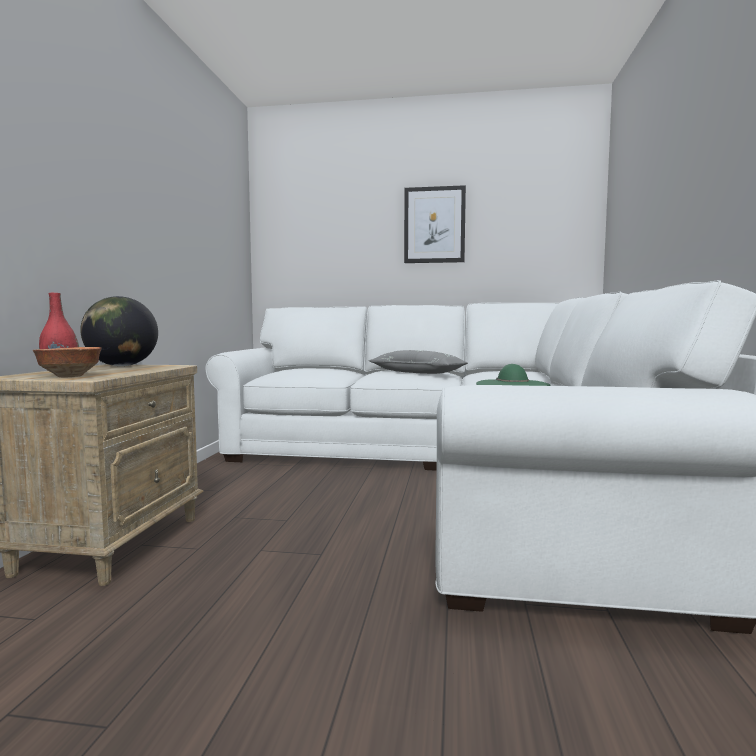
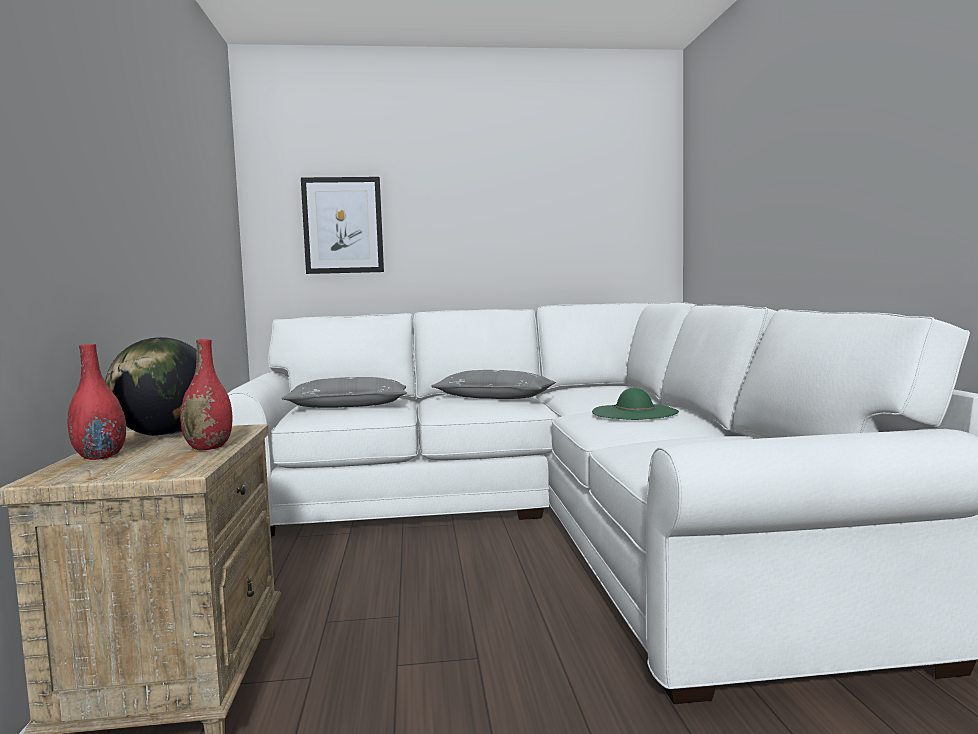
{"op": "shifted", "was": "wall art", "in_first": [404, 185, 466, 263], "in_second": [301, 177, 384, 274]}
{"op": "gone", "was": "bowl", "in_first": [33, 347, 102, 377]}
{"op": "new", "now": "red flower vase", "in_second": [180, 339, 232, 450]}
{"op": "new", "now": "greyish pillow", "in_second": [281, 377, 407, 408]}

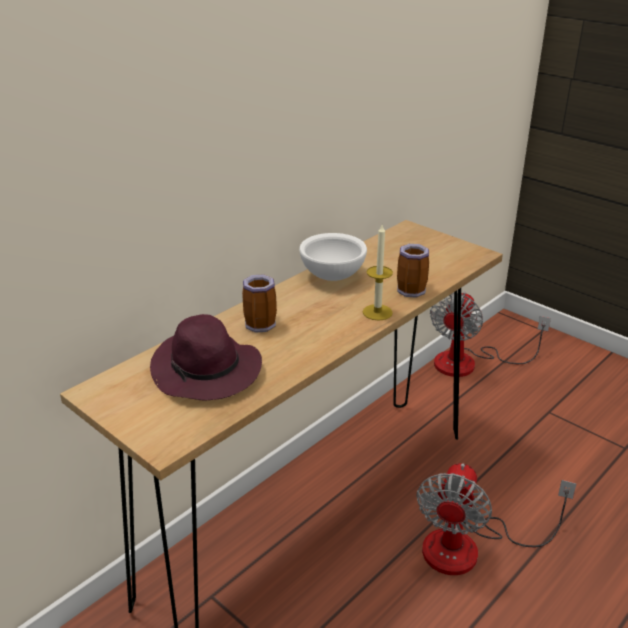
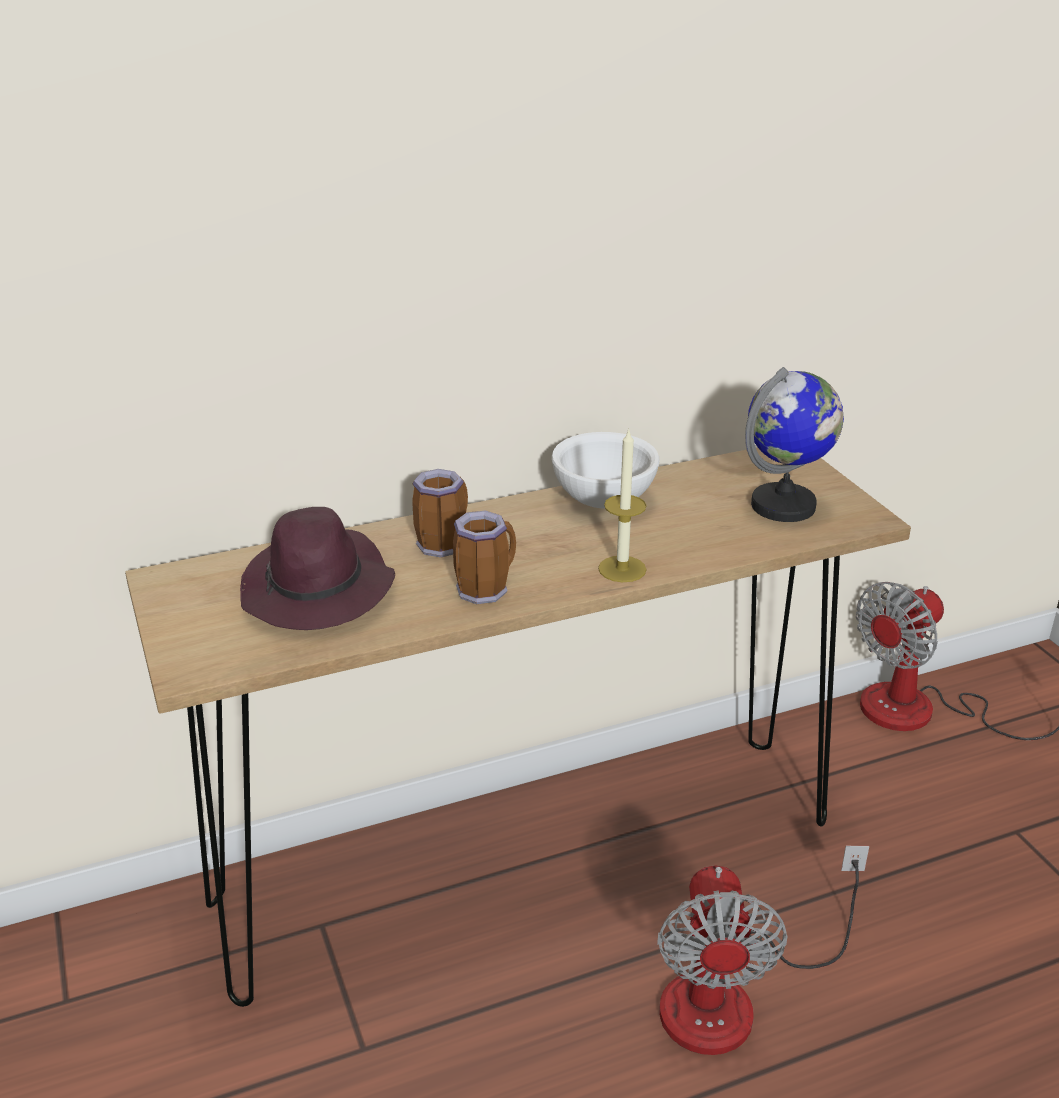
{"op": "shifted", "was": "coffee mug", "in_first": [397, 244, 429, 298], "in_second": [453, 511, 516, 604]}
{"op": "rotated", "was": "electric fan", "in_first": [416, 463, 577, 575], "in_second": [657, 846, 869, 1055], "clockwise": -45}
{"op": "new", "now": "world globe", "in_second": [745, 367, 844, 522]}

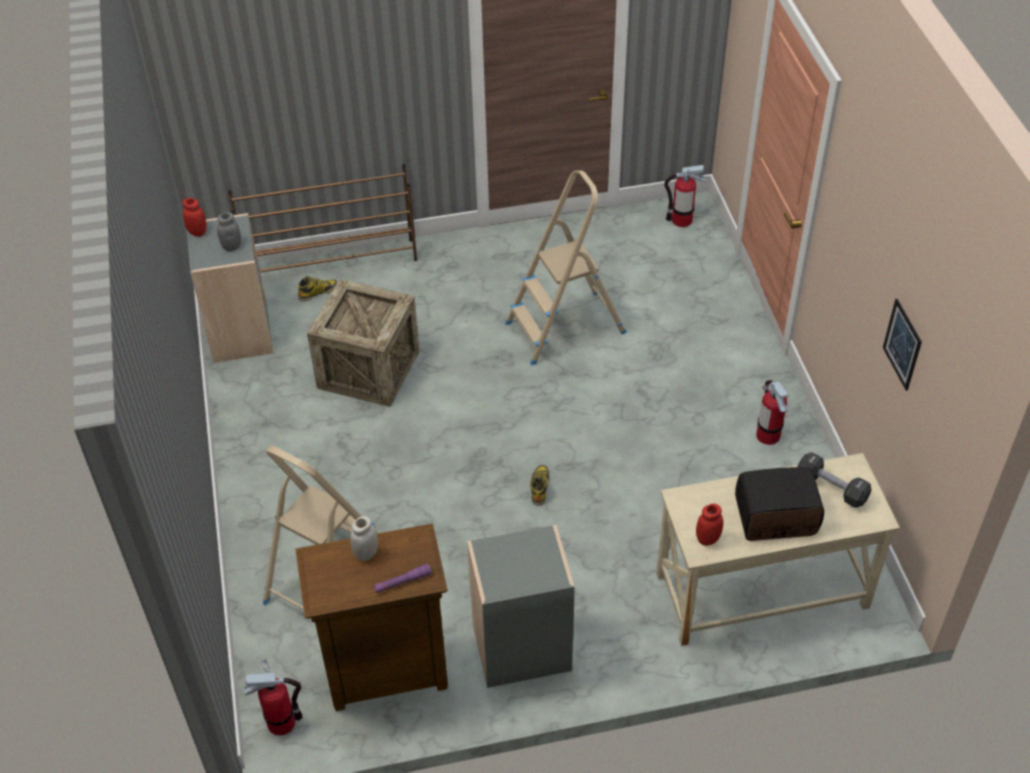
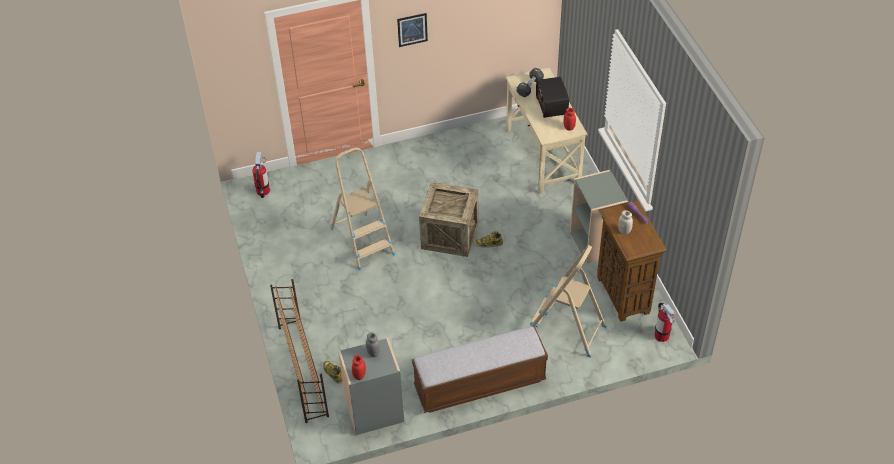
{"op": "shifted", "was": "crate", "in_first": [307, 279, 420, 407], "in_second": [419, 182, 478, 257]}
{"op": "shifted", "was": "wall art", "in_first": [883, 299, 922, 391], "in_second": [397, 13, 428, 47]}
{"op": "gone", "was": "fire extinguisher", "in_first": [756, 380, 789, 445]}
{"op": "new", "now": "long seat", "in_second": [412, 326, 548, 413]}

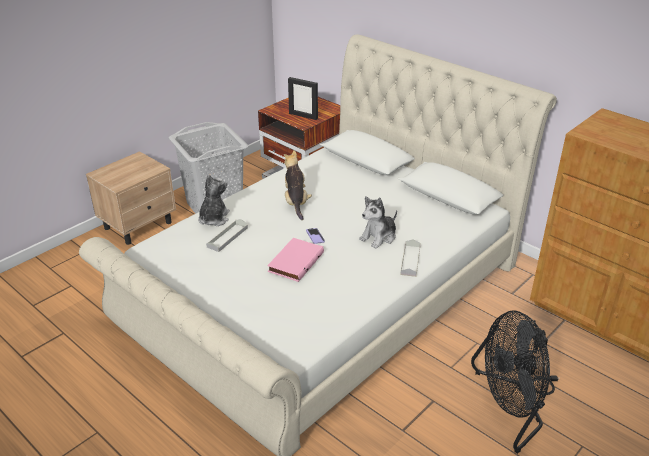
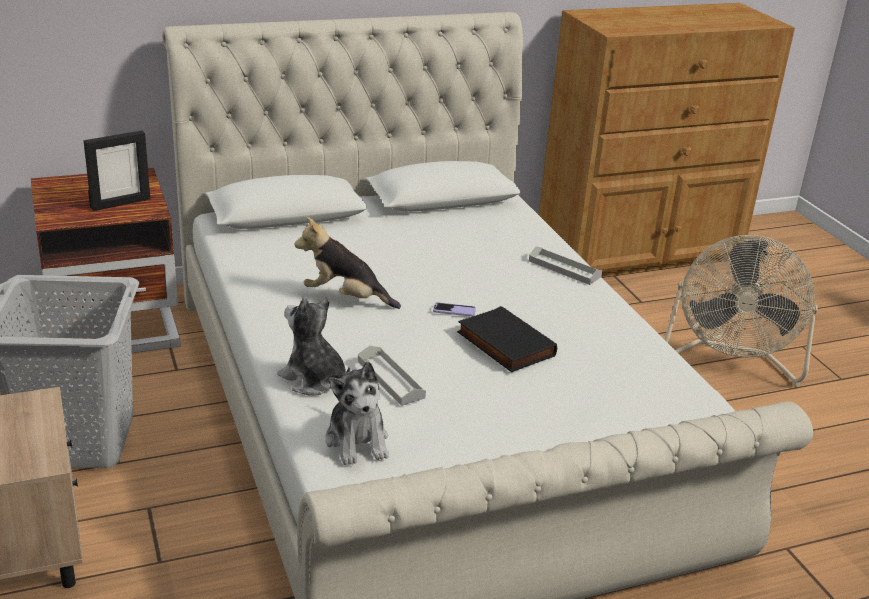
{"op": "shifted", "was": "soft toy", "in_first": [359, 196, 397, 249], "in_second": [325, 361, 389, 465]}
{"op": "repainted", "was": "pink-coloured bound book", "now": "blackish bound book", "in_first": [267, 238, 324, 282], "in_second": [457, 306, 557, 372]}
{"op": "repainted", "was": "blackish electric fan", "now": "sand-coloured electric fan", "in_first": [471, 310, 560, 454], "in_second": [664, 235, 818, 387]}

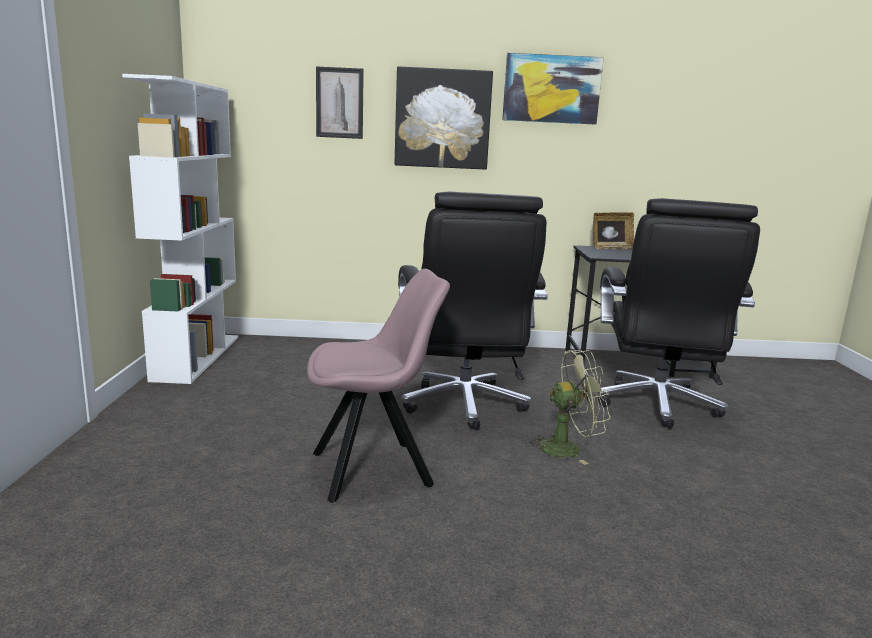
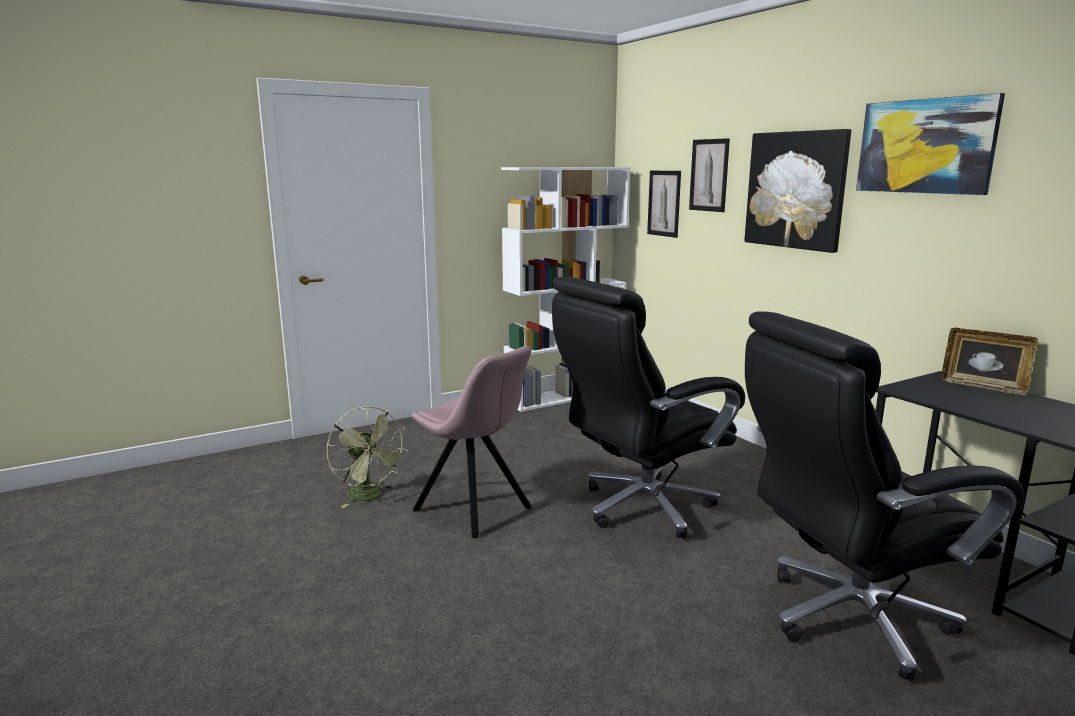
{"op": "shifted", "was": "green electric fan", "in_first": [527, 350, 611, 465], "in_second": [327, 406, 408, 508]}
{"op": "new", "now": "wall art", "in_second": [647, 171, 681, 238]}

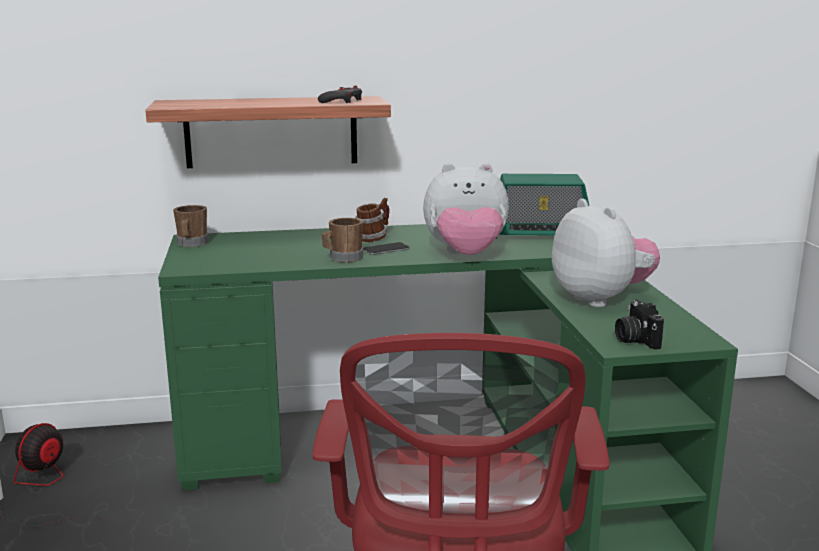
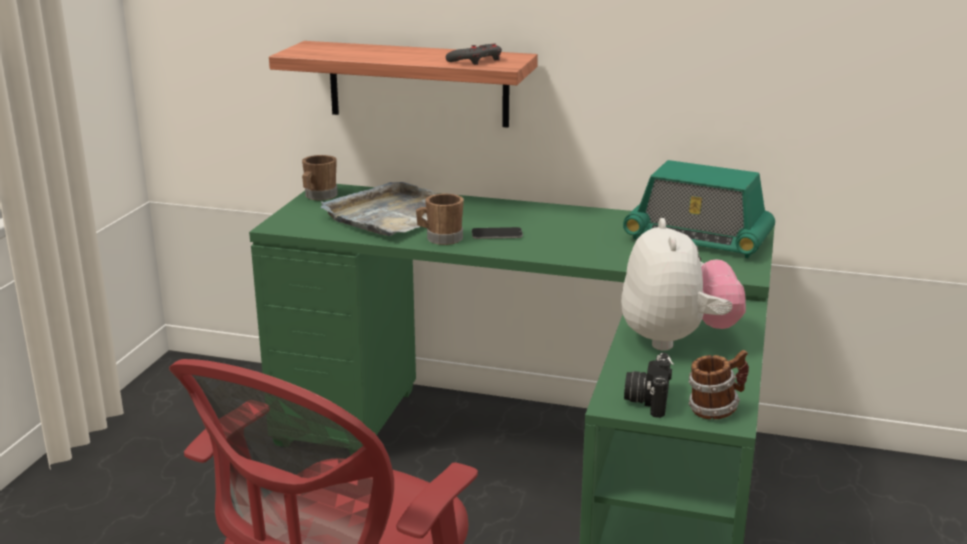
{"op": "gone", "was": "soft toy", "in_first": [423, 163, 509, 255]}
{"op": "shifted", "was": "coffee mug", "in_first": [355, 198, 389, 242], "in_second": [688, 350, 749, 419]}
{"op": "gone", "was": "electric fan", "in_first": [0, 423, 105, 527]}
{"op": "new", "now": "greyish tray", "in_second": [321, 182, 439, 236]}

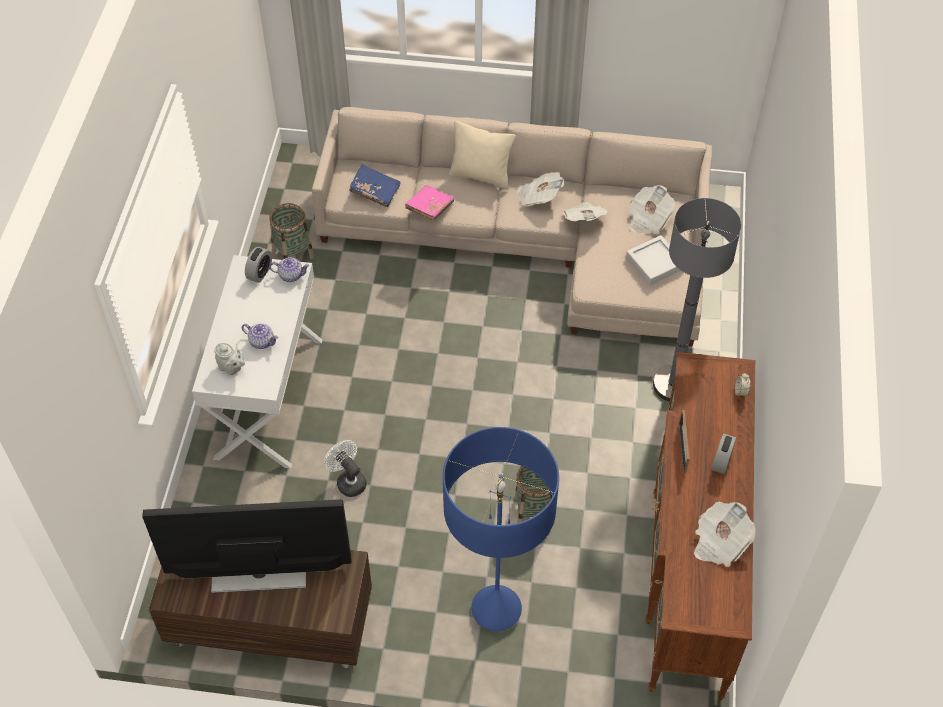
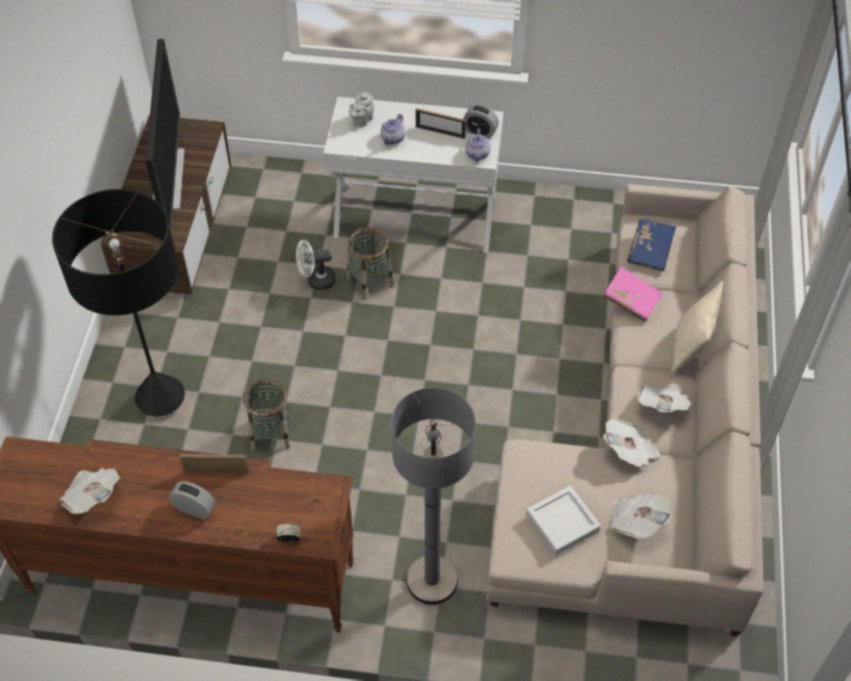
{"op": "shifted", "was": "basket", "in_first": [269, 203, 314, 259], "in_second": [347, 227, 393, 300]}
{"op": "repainted", "was": "blue standing lamp", "now": "blackish standing lamp", "in_first": [443, 427, 559, 631], "in_second": [52, 189, 185, 416]}
{"op": "rotated", "was": "white electric fan", "in_first": [324, 440, 367, 497], "in_second": [296, 240, 336, 290], "clockwise": -150}
{"op": "new", "now": "photo frame", "in_second": [416, 108, 466, 139]}

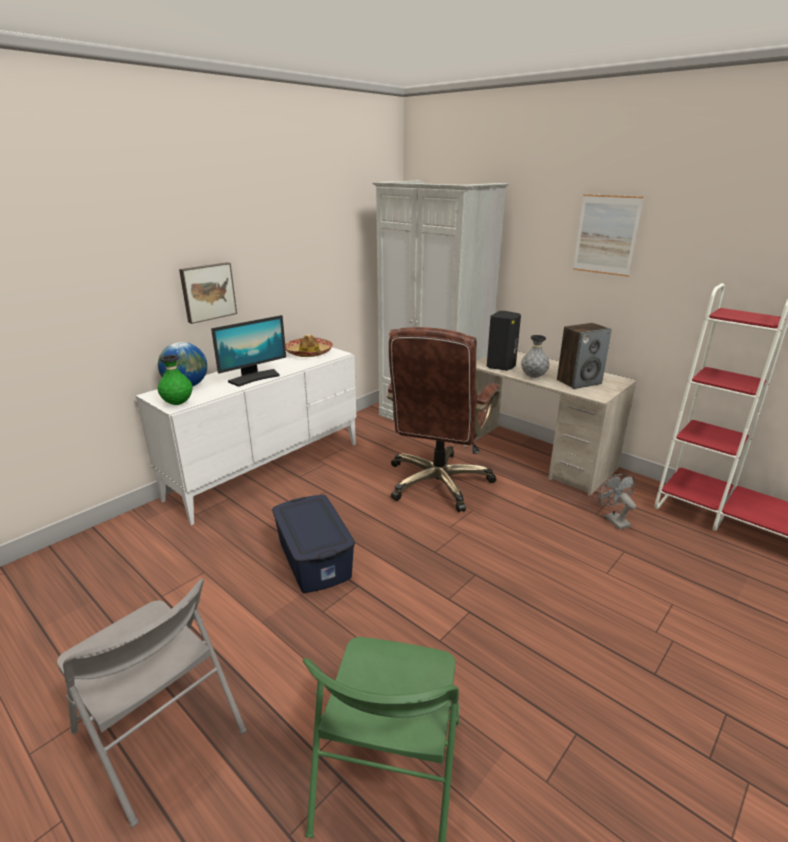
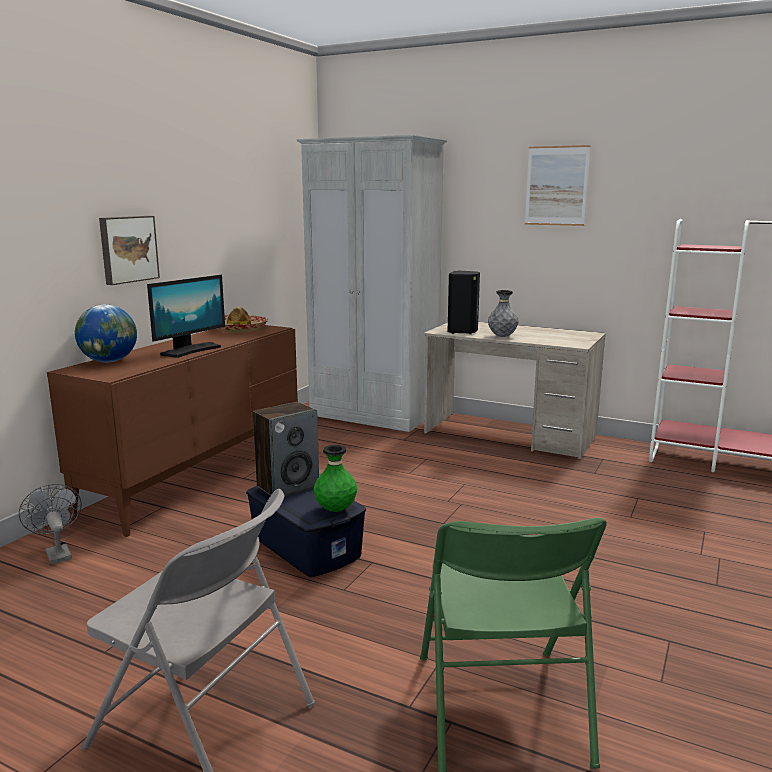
{"op": "shifted", "was": "audio speaker", "in_first": [557, 323, 612, 389], "in_second": [253, 402, 319, 497]}
{"op": "gone", "was": "brownish computer chair", "in_first": [387, 327, 500, 512]}
{"op": "repainted", "was": "white drawer chest", "now": "brownish drawer chest", "in_first": [136, 347, 356, 525], "in_second": [47, 325, 298, 537]}
{"op": "shifted", "was": "green flower vase", "in_first": [158, 355, 193, 405], "in_second": [314, 445, 357, 512]}
{"op": "shifted", "was": "greyish electric fan", "in_first": [598, 473, 636, 530], "in_second": [19, 484, 82, 564]}

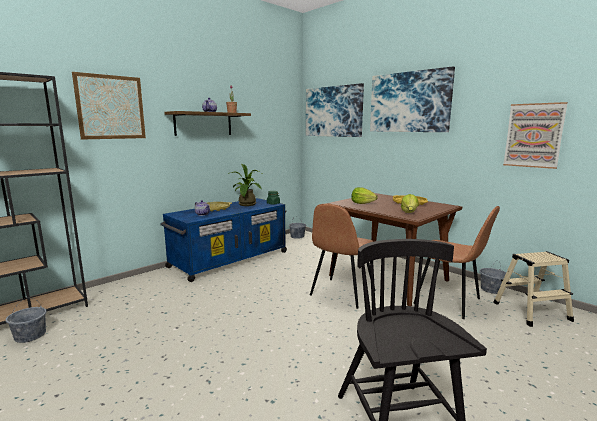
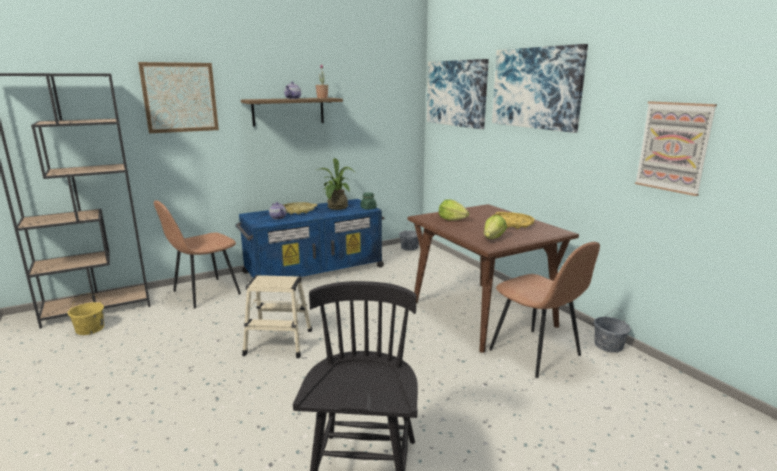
{"op": "shifted", "was": "brownish chair", "in_first": [310, 204, 373, 309], "in_second": [154, 200, 241, 308]}
{"op": "shifted", "was": "sand-coloured step stool", "in_first": [493, 251, 574, 327], "in_second": [242, 275, 312, 358]}
{"op": "repainted", "was": "greyish water bucket", "now": "yellow water bucket", "in_first": [6, 298, 47, 343], "in_second": [68, 293, 104, 335]}

